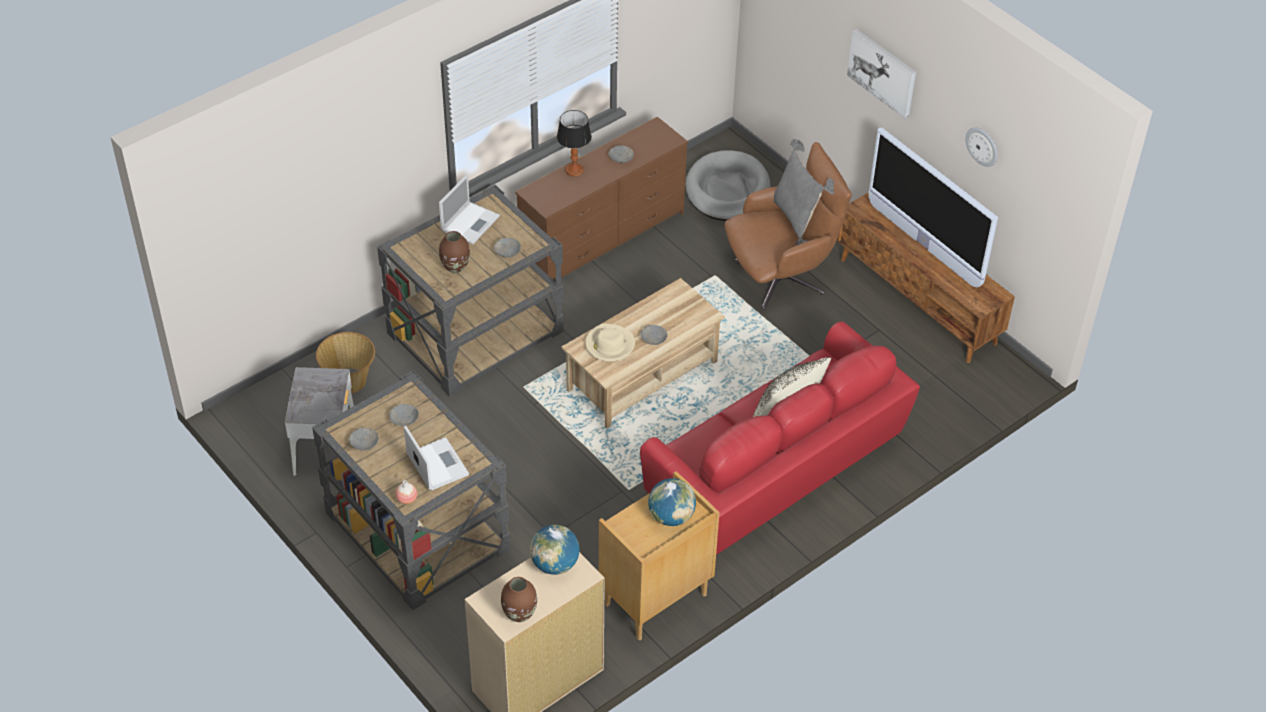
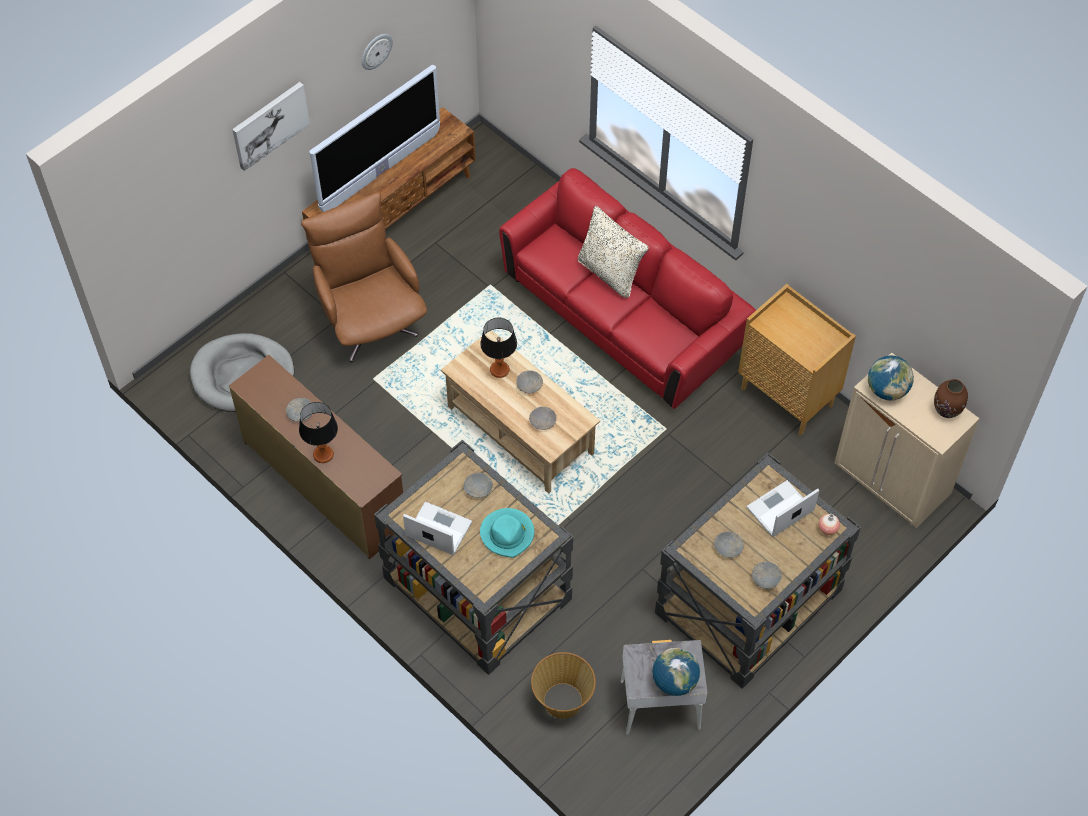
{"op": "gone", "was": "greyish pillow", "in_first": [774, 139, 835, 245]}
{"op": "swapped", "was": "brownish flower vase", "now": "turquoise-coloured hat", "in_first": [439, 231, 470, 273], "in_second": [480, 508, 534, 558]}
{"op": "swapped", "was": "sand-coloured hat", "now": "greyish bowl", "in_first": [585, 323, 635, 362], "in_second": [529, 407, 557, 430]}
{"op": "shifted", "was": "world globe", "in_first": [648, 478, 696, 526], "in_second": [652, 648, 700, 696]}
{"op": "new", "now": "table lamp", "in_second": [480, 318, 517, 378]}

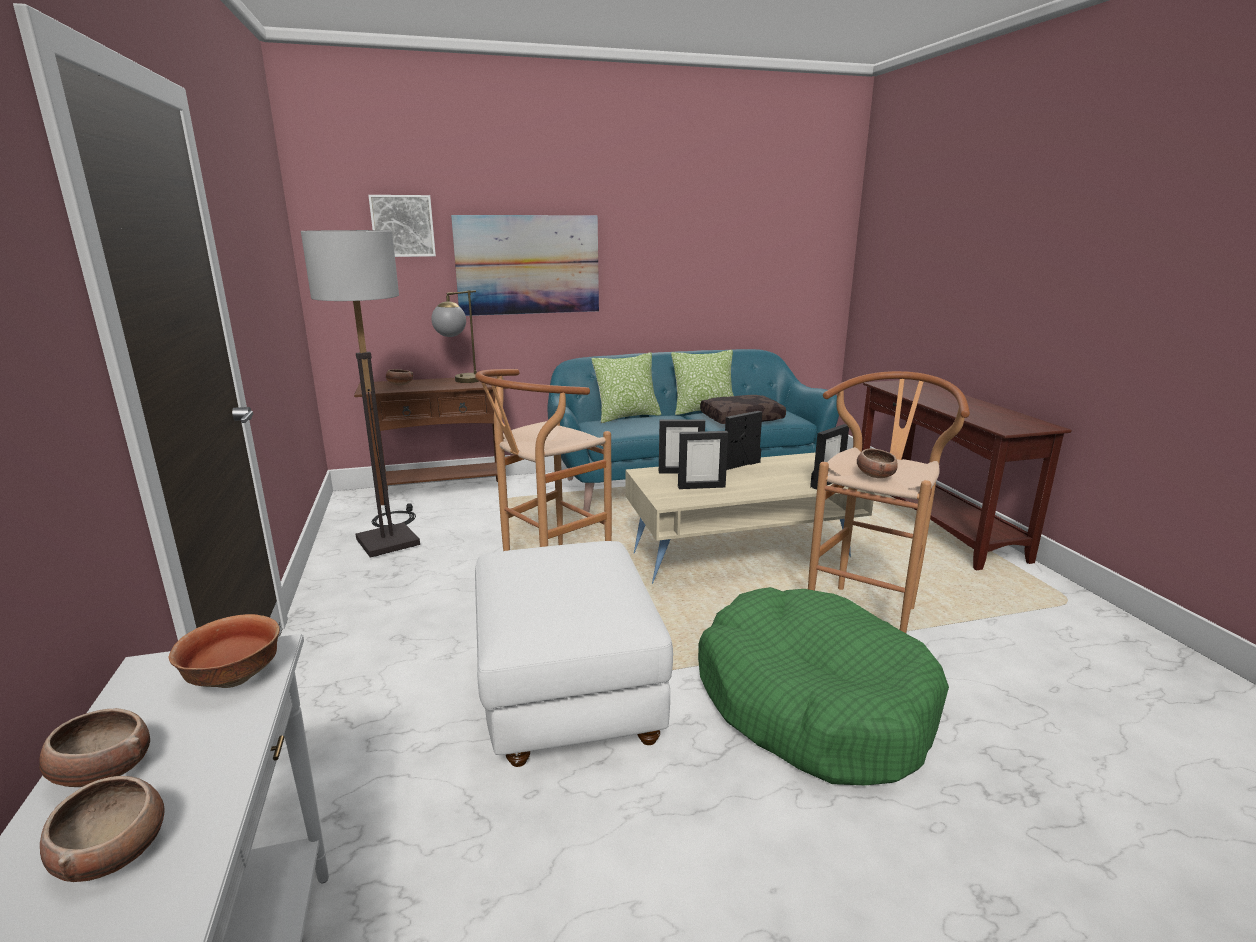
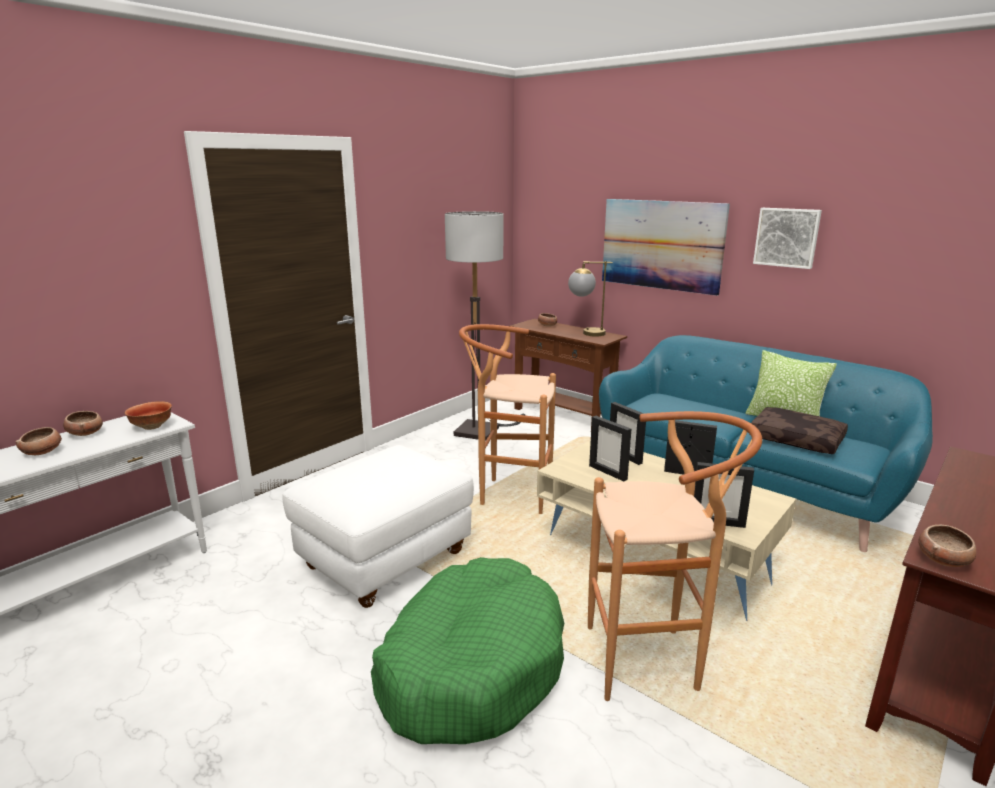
{"op": "shifted", "was": "wall art", "in_first": [368, 195, 436, 257], "in_second": [753, 208, 822, 269]}
{"op": "gone", "was": "pillow", "in_first": [592, 352, 661, 423]}
{"op": "shifted", "was": "bowl", "in_first": [857, 448, 898, 478], "in_second": [918, 525, 976, 567]}

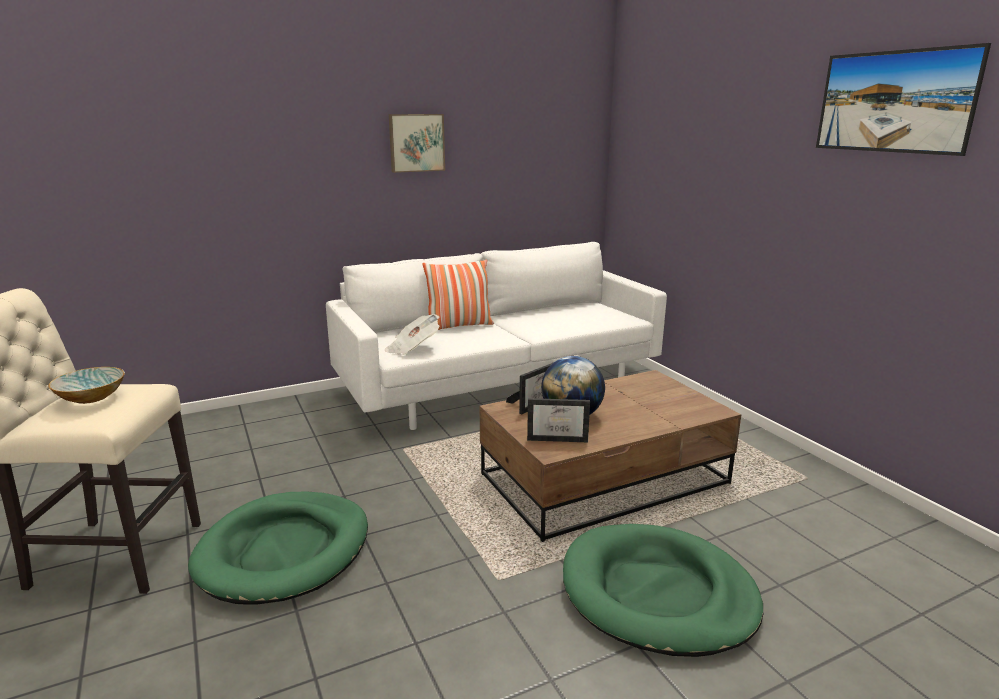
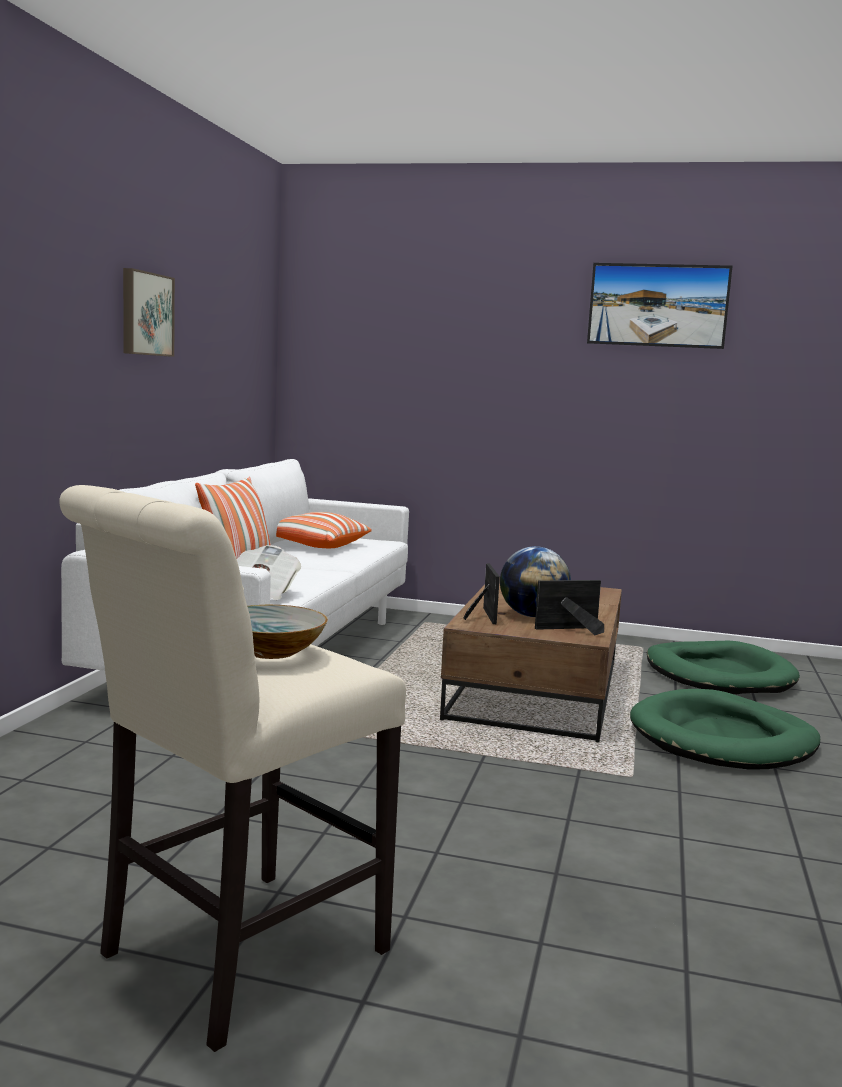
{"op": "rotated", "was": "photo frame", "in_first": [527, 398, 590, 442], "in_second": [535, 580, 604, 636], "clockwise": -150}
{"op": "shifted", "was": "green dog cushion", "in_first": [188, 492, 368, 604], "in_second": [647, 640, 800, 694]}
{"op": "new", "now": "pillow", "in_second": [276, 512, 372, 548]}

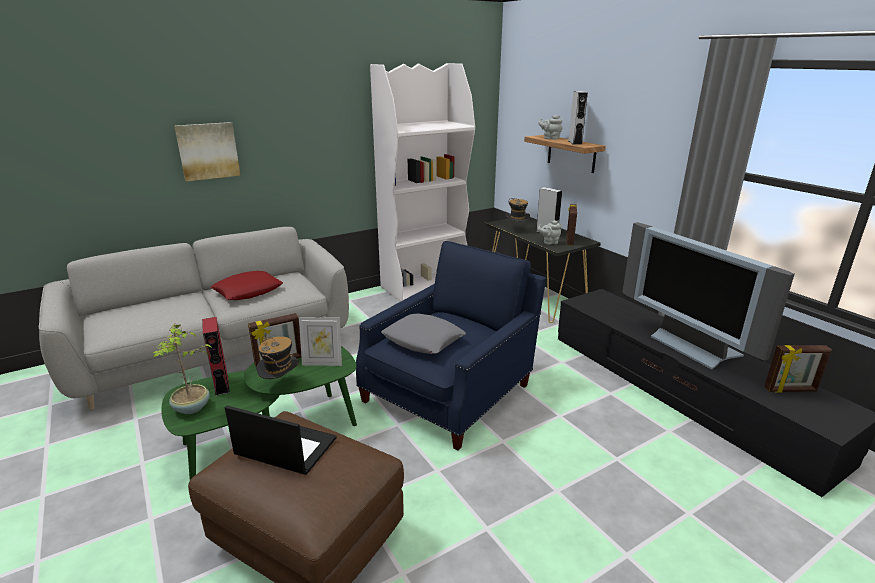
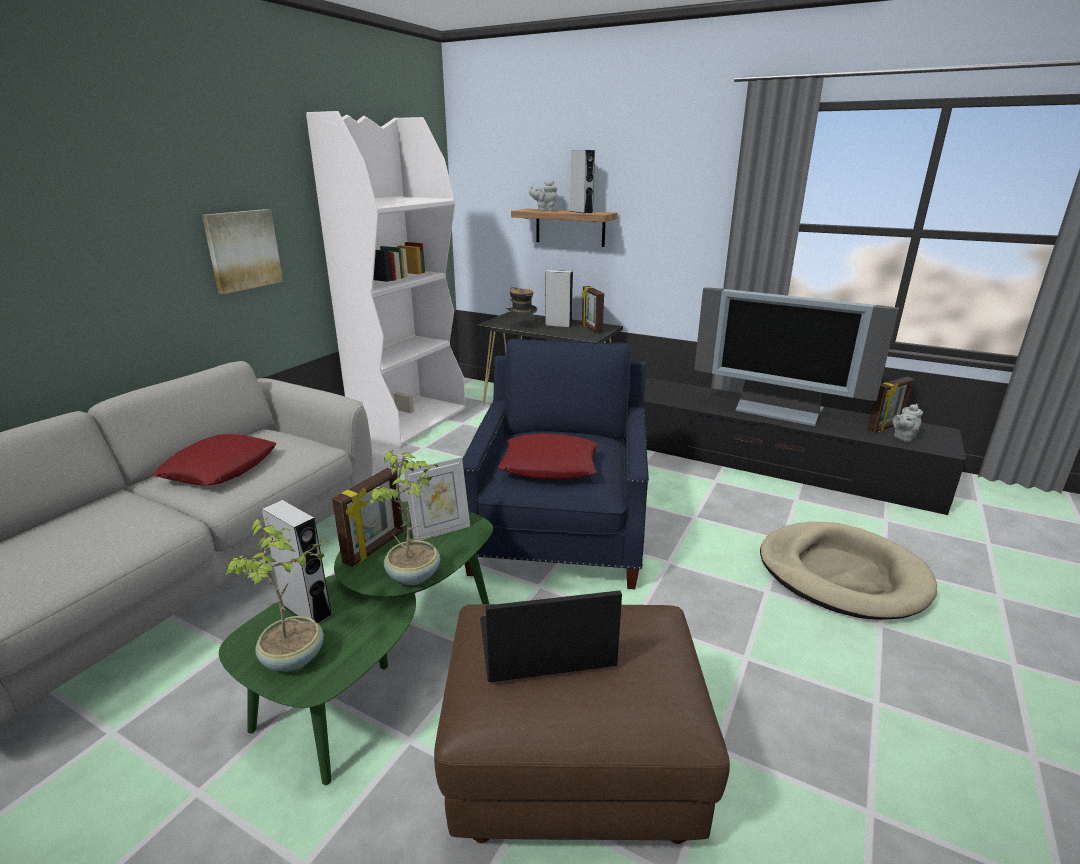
{"op": "shifted", "was": "wall art", "in_first": [174, 122, 240, 181], "in_second": [202, 209, 283, 294]}
{"op": "shifted", "was": "greyish pot for tea", "in_first": [538, 220, 562, 245], "in_second": [893, 404, 923, 442]}
{"op": "repainted", "was": "greyish pillow", "now": "red pillow", "in_first": [381, 314, 466, 354], "in_second": [498, 433, 599, 480]}
{"op": "repainted", "was": "red audio speaker", "now": "greyish audio speaker", "in_first": [202, 317, 230, 396], "in_second": [262, 500, 333, 624]}
{"op": "swapped", "was": "hat", "now": "plant in a pot", "in_first": [256, 336, 300, 379], "in_second": [370, 450, 441, 585]}
{"op": "new", "now": "sand-coloured dog cushion", "in_second": [760, 522, 937, 620]}

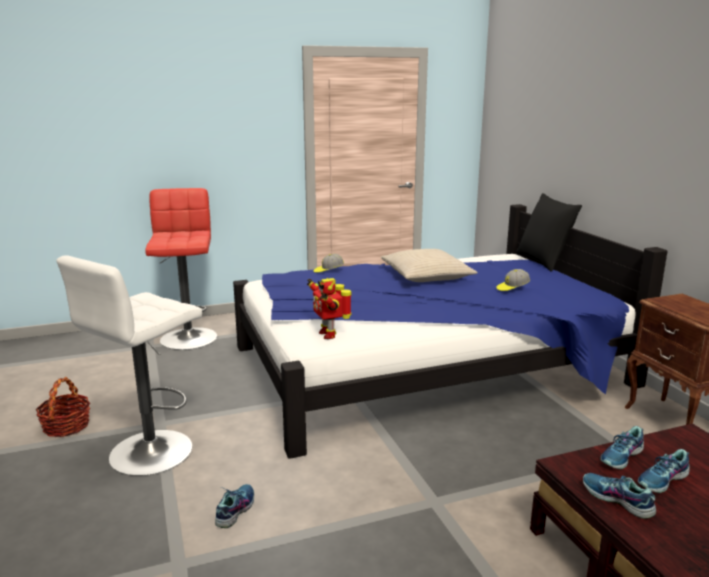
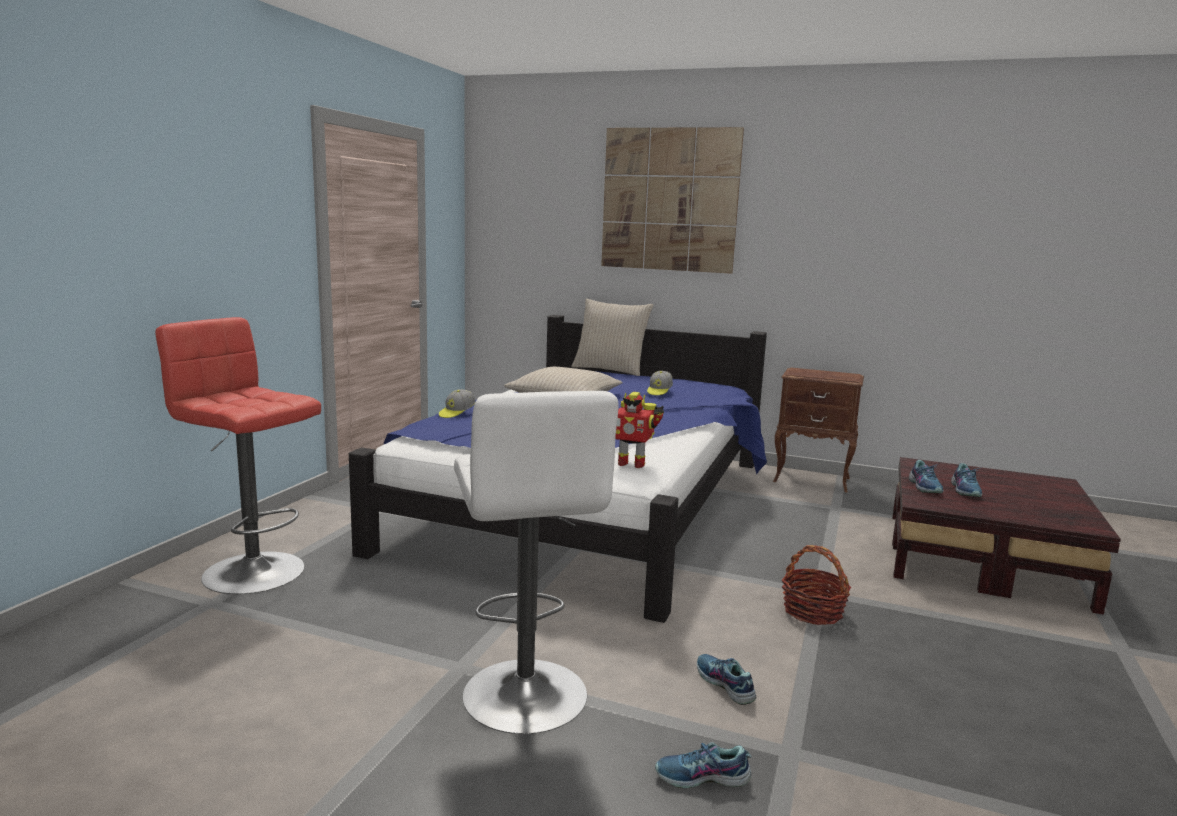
{"op": "repainted", "was": "blackish pillow", "now": "sand-coloured pillow", "in_first": [516, 193, 582, 272], "in_second": [571, 299, 654, 376]}
{"op": "shifted", "was": "basket", "in_first": [36, 377, 90, 437], "in_second": [782, 545, 851, 625]}
{"op": "shifted", "was": "low shoe", "in_first": [583, 473, 656, 519], "in_second": [655, 742, 752, 788]}
{"op": "new", "now": "wall art", "in_second": [601, 127, 744, 274]}

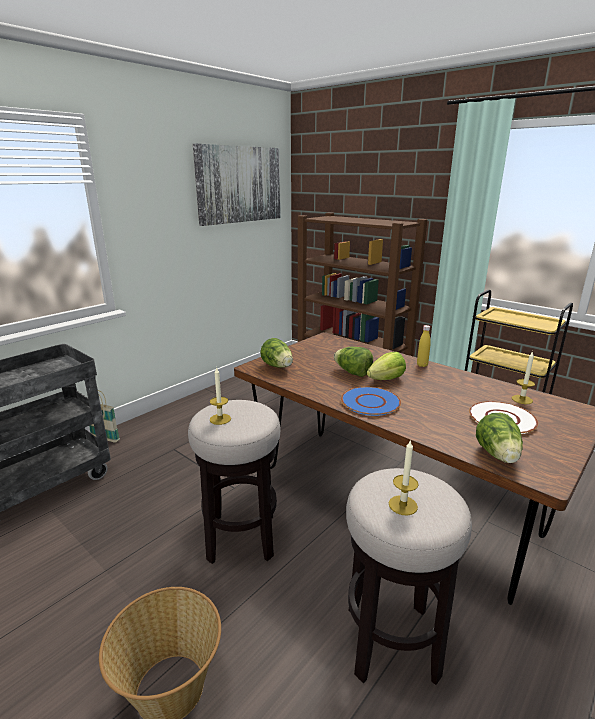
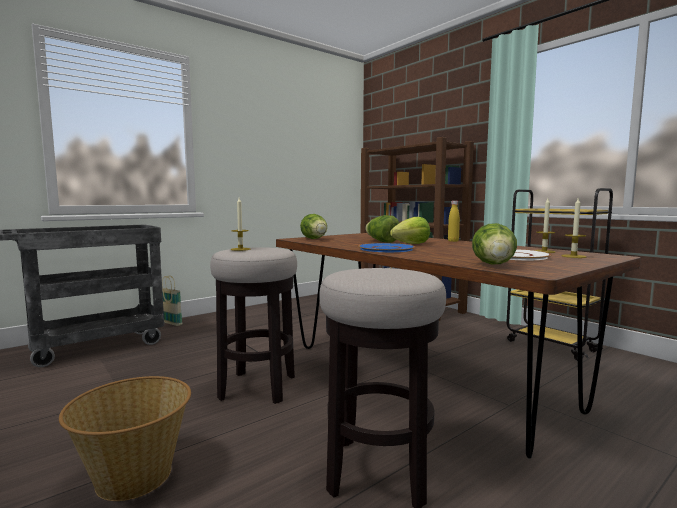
{"op": "gone", "was": "wall art", "in_first": [193, 144, 281, 226]}
{"op": "shifted", "was": "wax candle", "in_first": [389, 439, 419, 515], "in_second": [561, 198, 586, 258]}

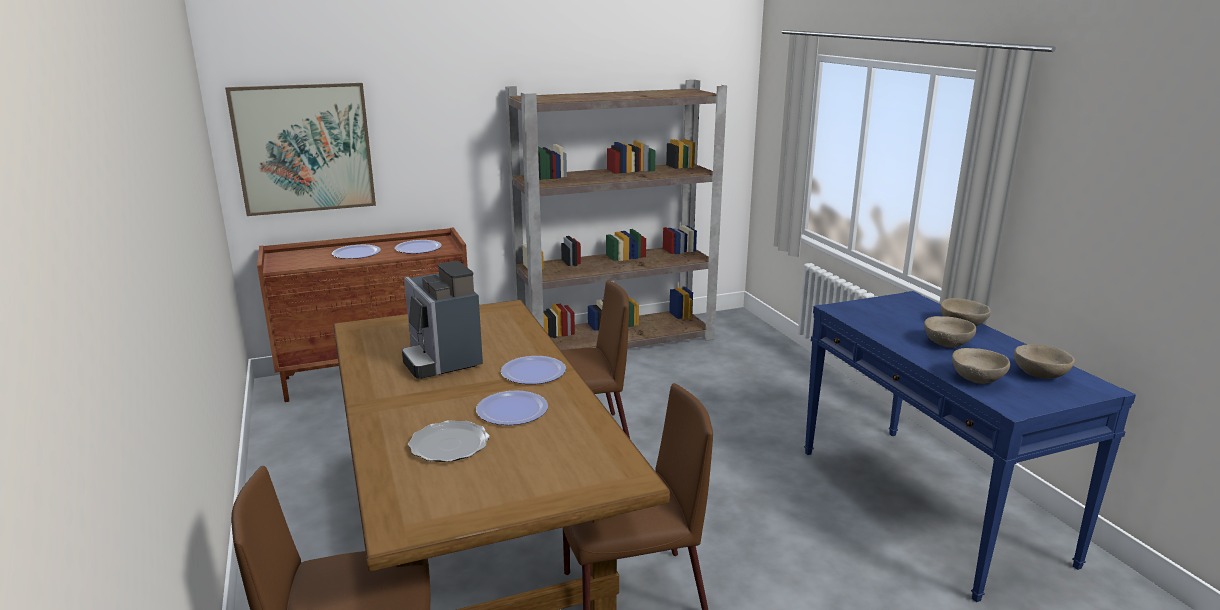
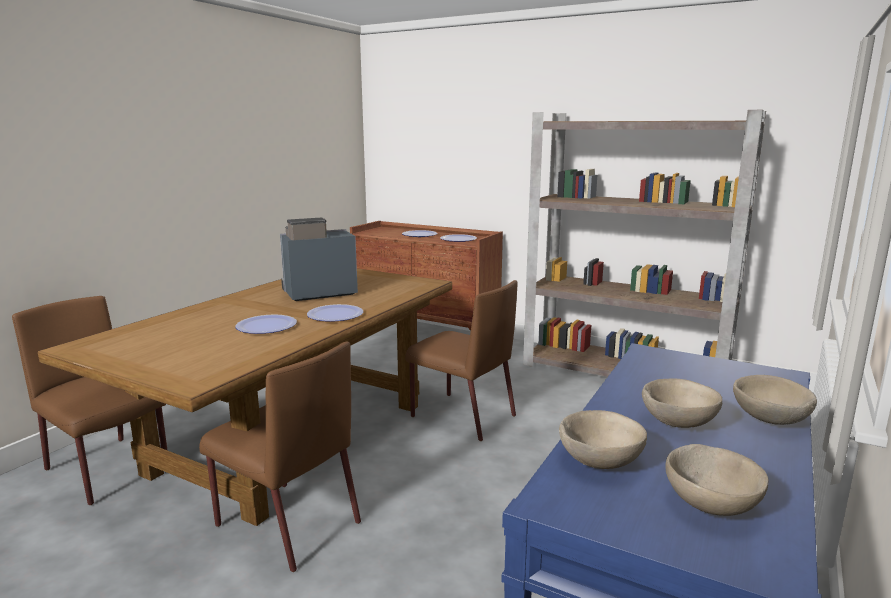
{"op": "gone", "was": "wall art", "in_first": [225, 83, 376, 216]}
{"op": "rotated", "was": "coffee maker", "in_first": [402, 261, 483, 379], "in_second": [280, 218, 358, 301], "clockwise": 45}
{"op": "gone", "was": "dinner plate", "in_first": [408, 420, 490, 462]}

